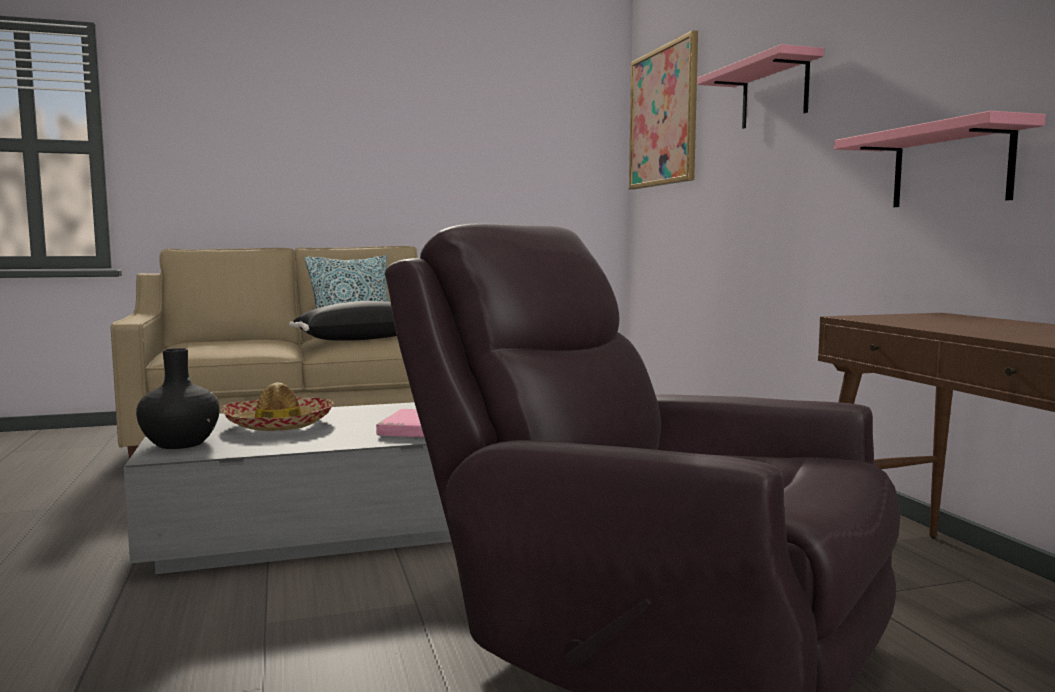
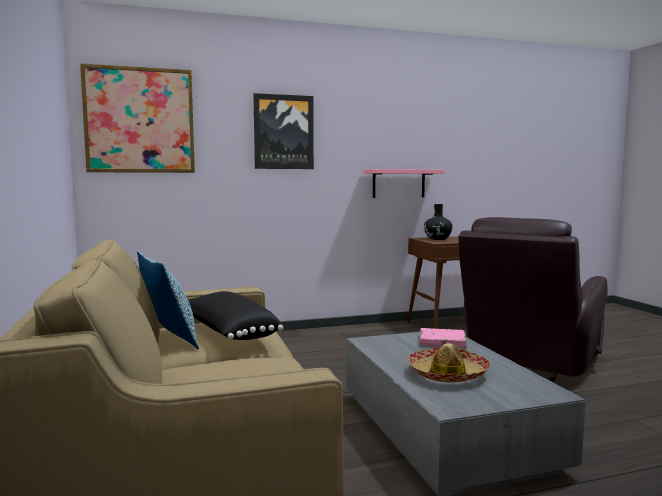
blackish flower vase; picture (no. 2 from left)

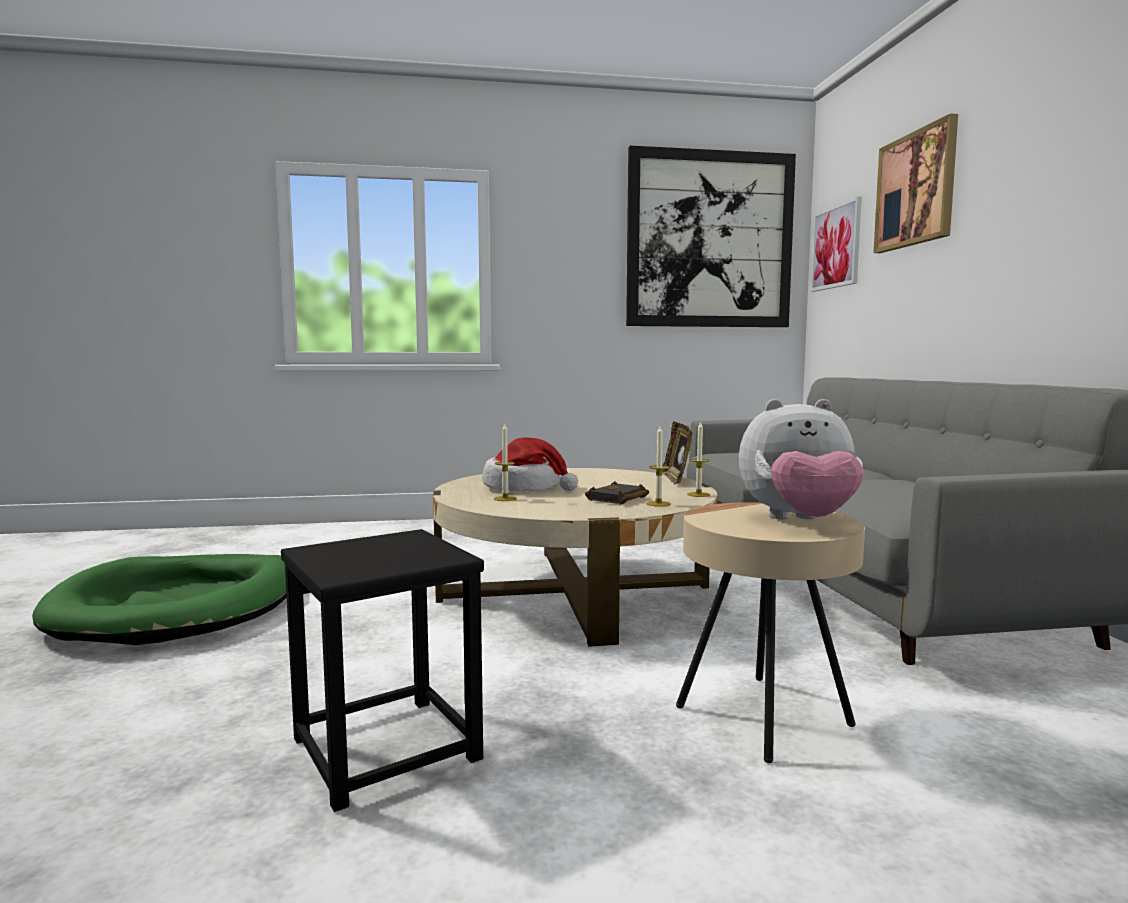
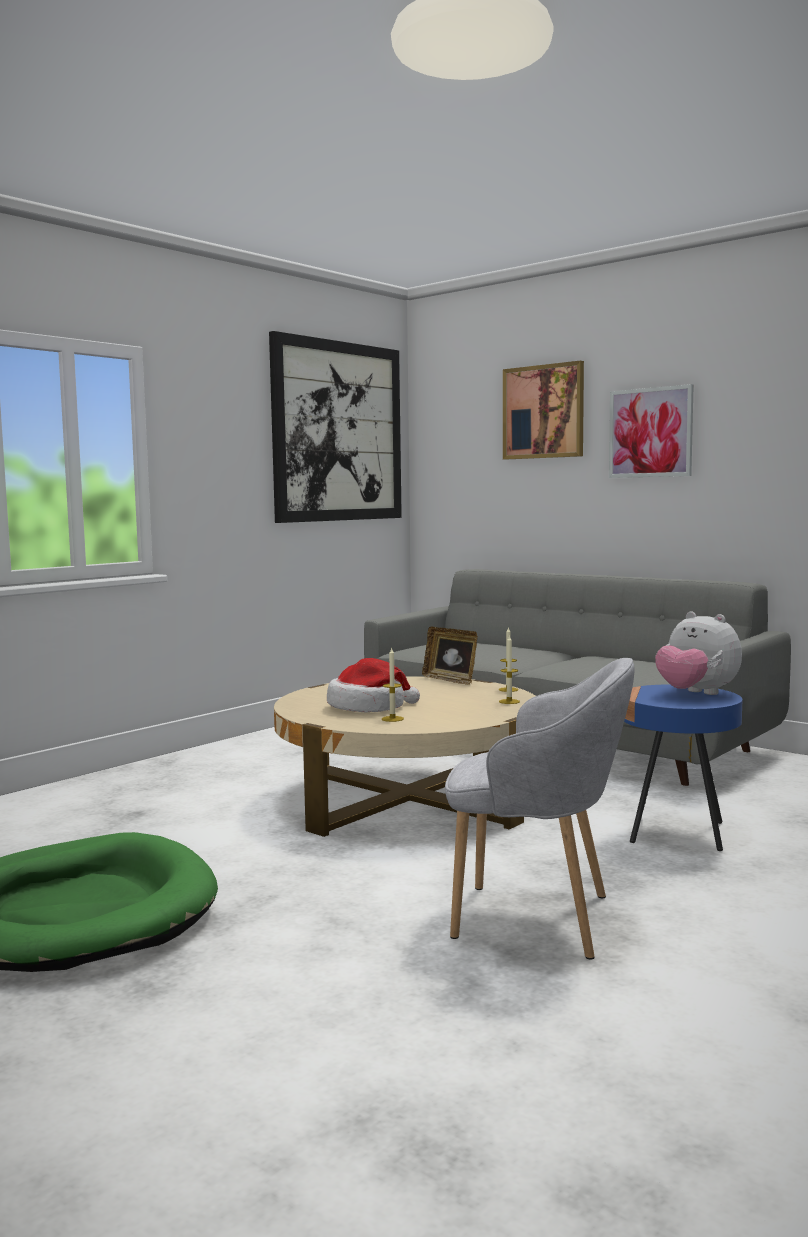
grey easy chair; blackish bound book; bluish accent table; plush toy; picture (no. 3 from left)

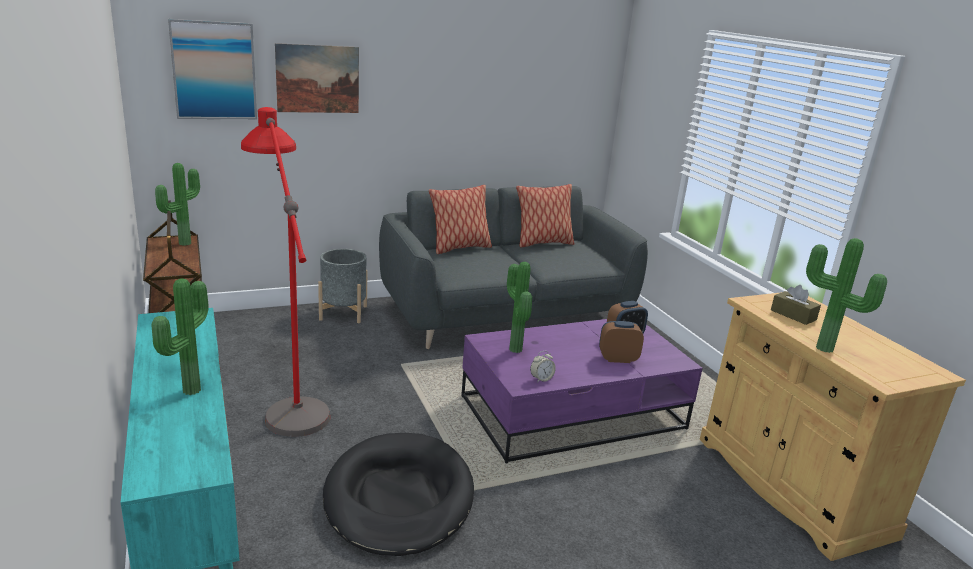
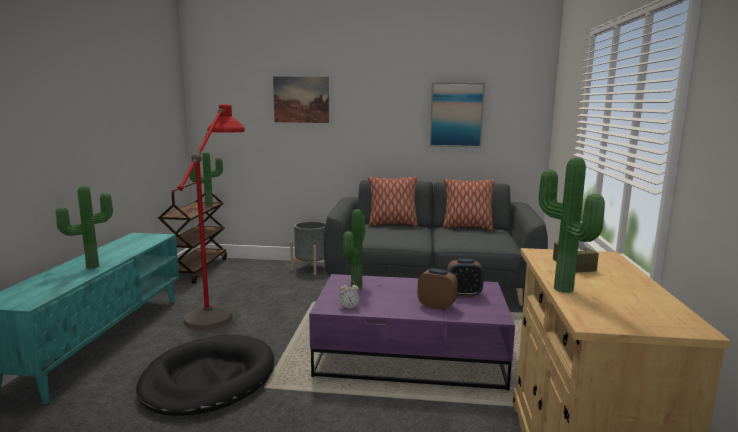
picture (no. 2 from left)

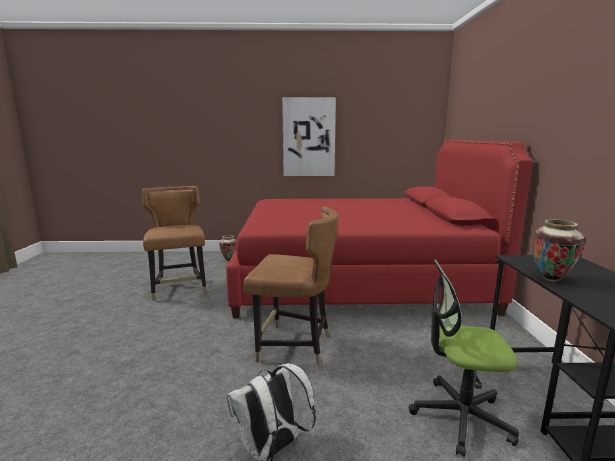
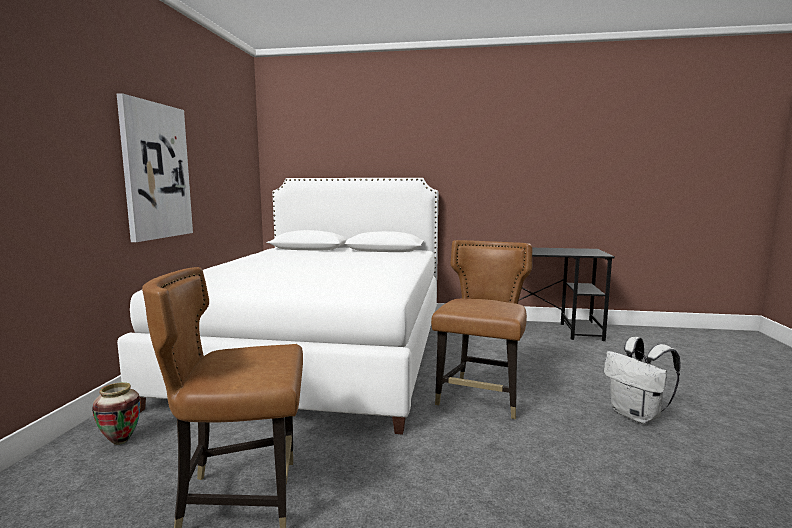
white-coloured sleeping bed; office chair; flower vase (no. 2 from left in the first image)

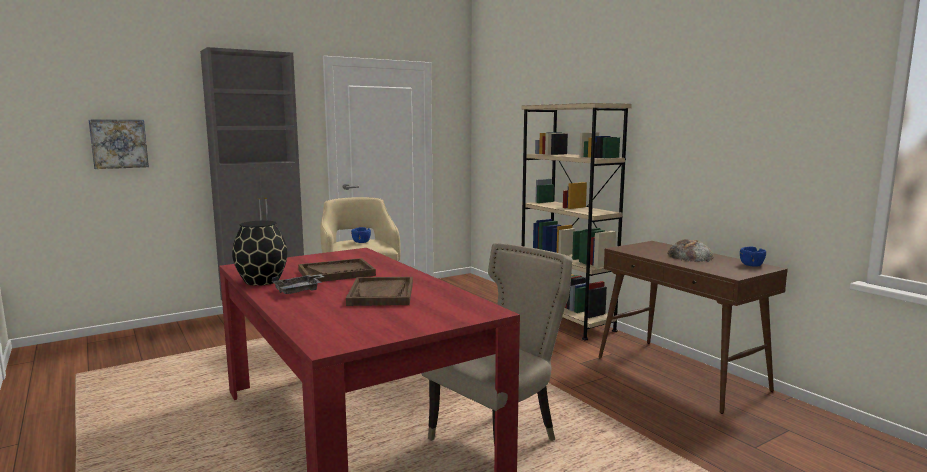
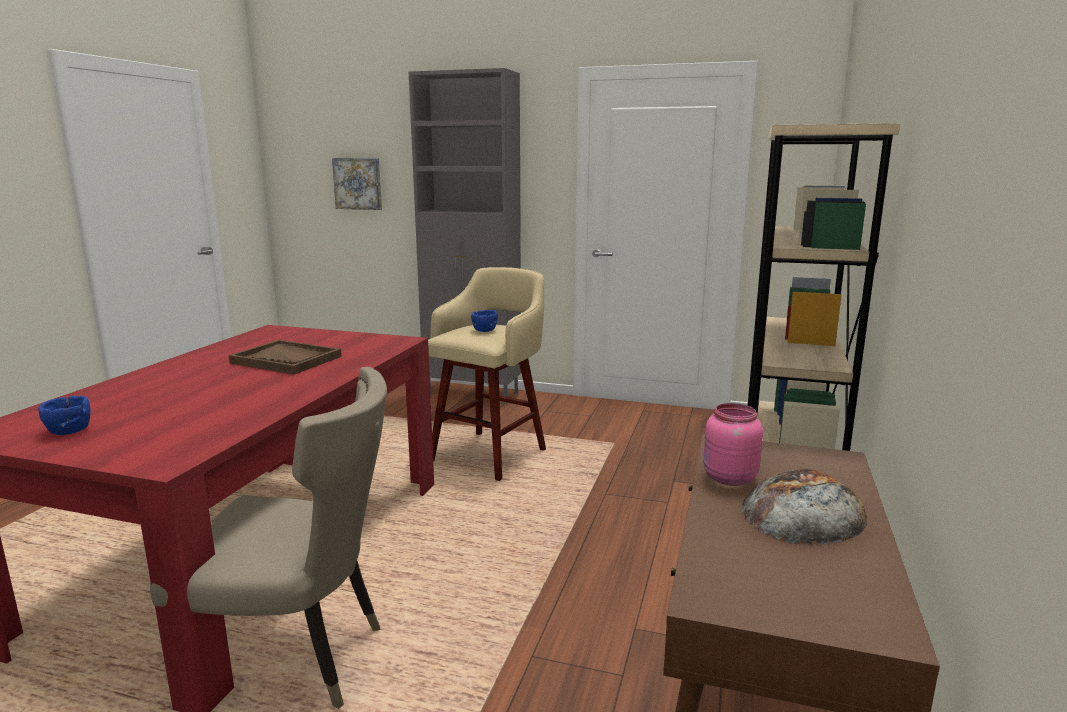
blackish flower vase; grey serving tray; brownish serving tray (no. 2 from left in the first image); bluish bowl (no. 1 from left); pink storage jar

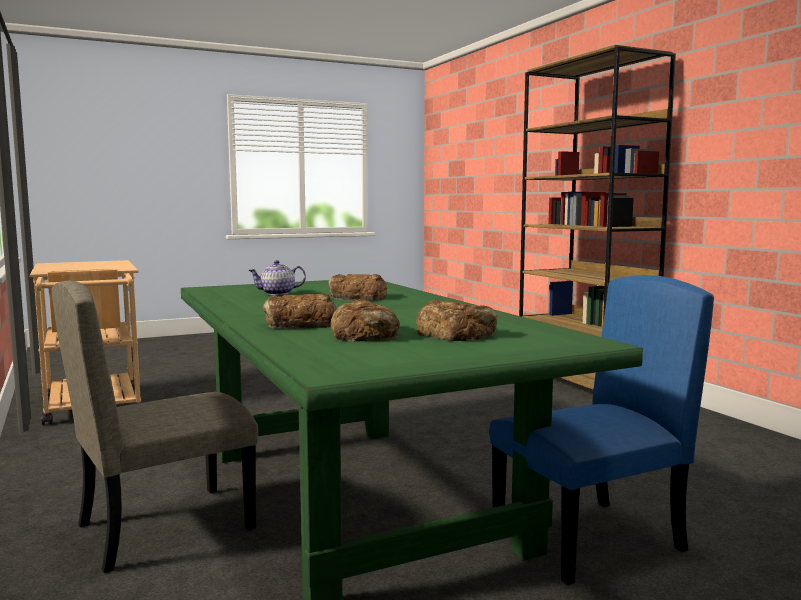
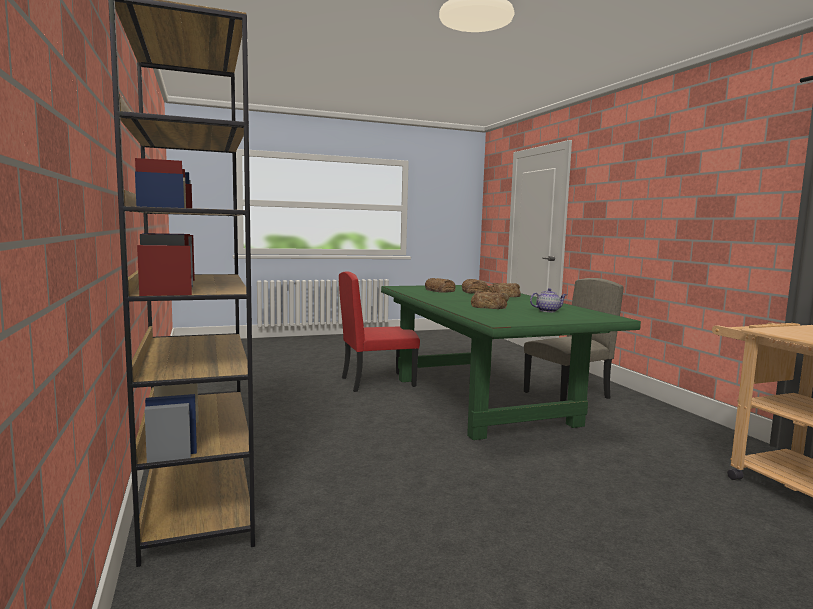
red upright chair

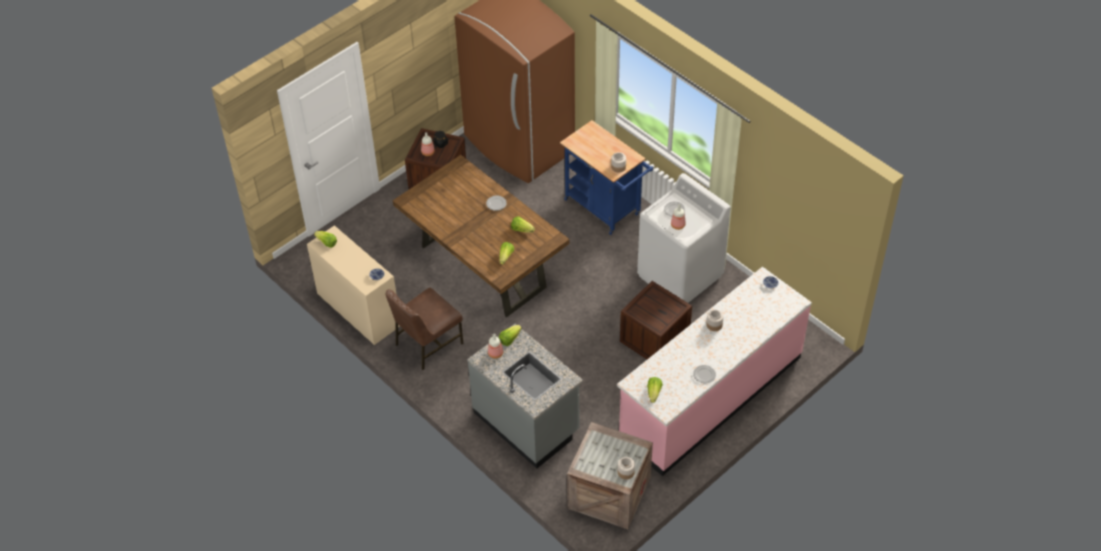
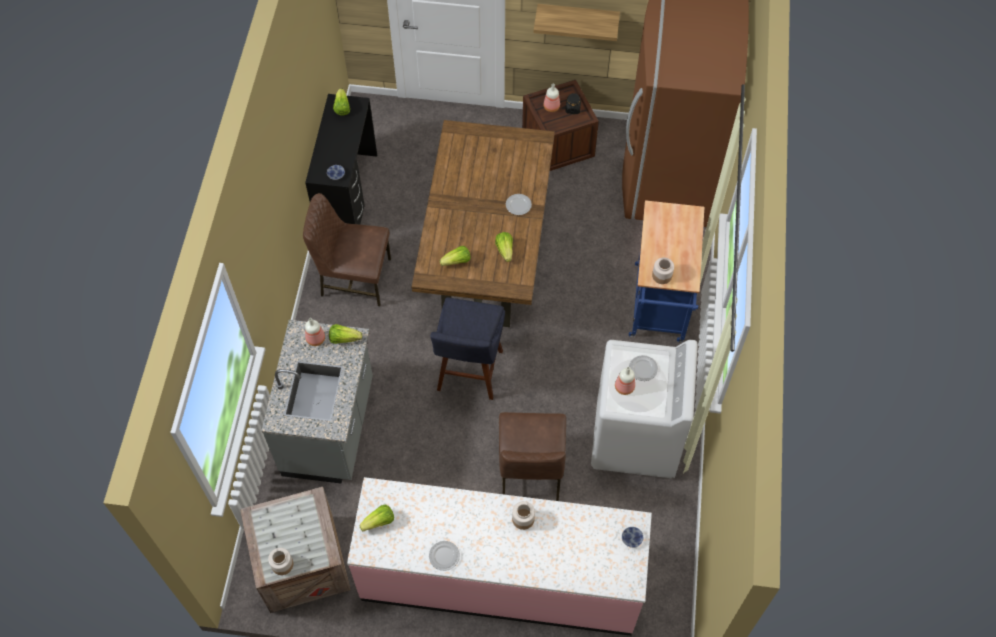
blackish desk; brownish upright chair (no. 2 from left); bluish stool seat; bracket shelf

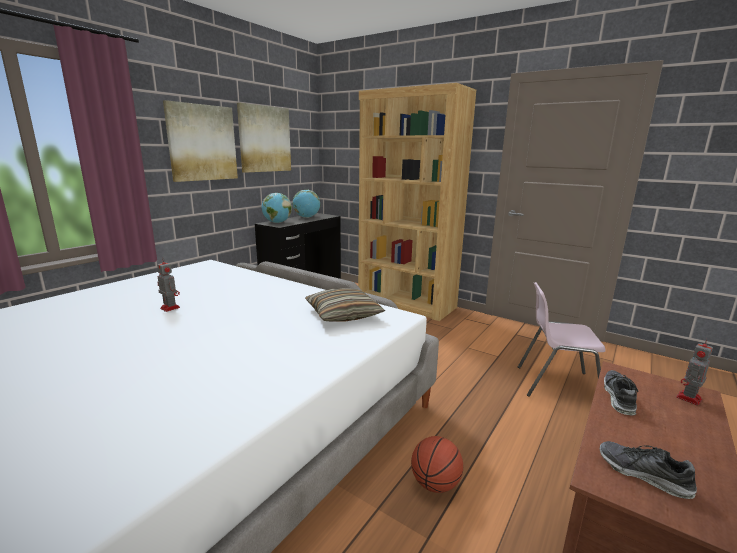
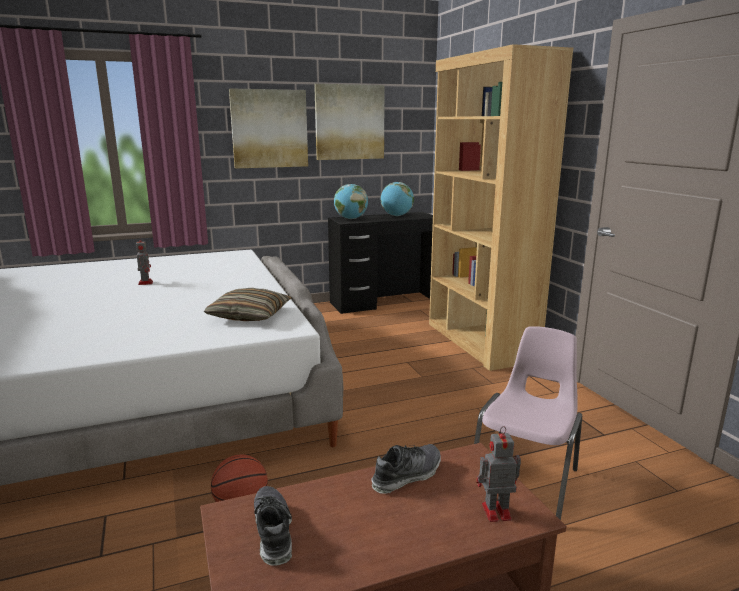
pink upright chair

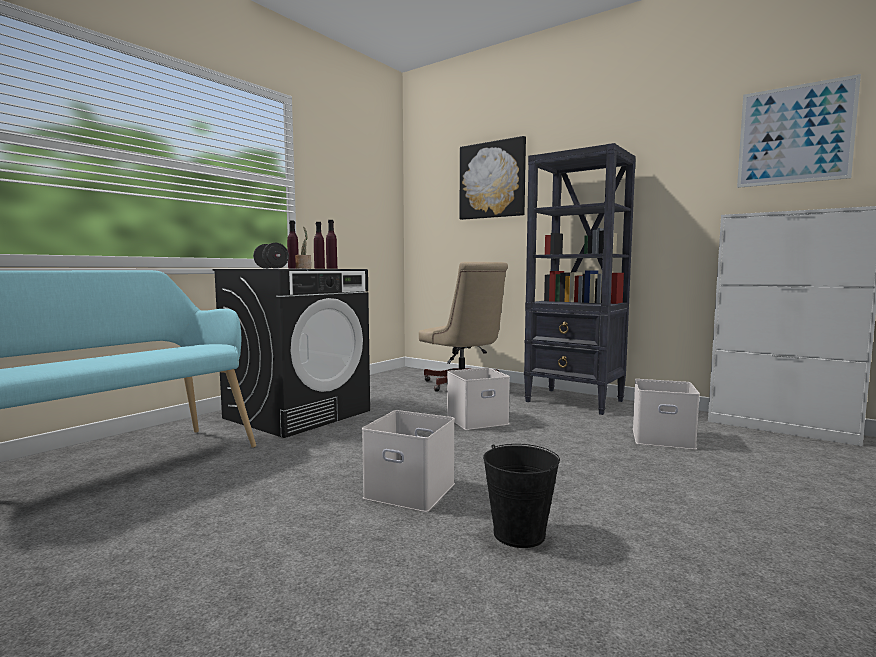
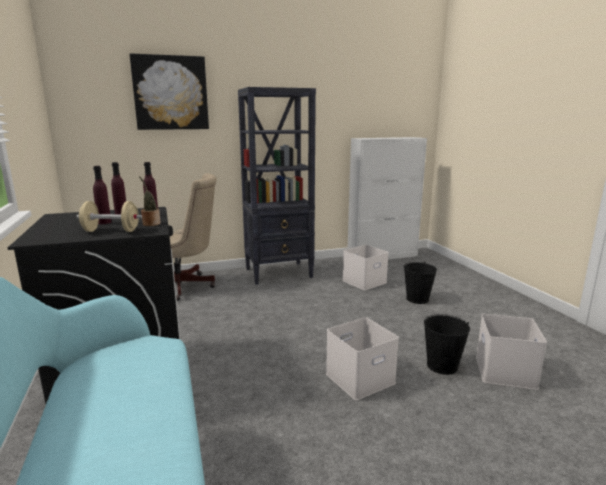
beige-coloured dumbbell; white-coloured storage bin (no. 3 from left); picture (no. 2 from left in the first image); blackish pail (no. 1 from left)

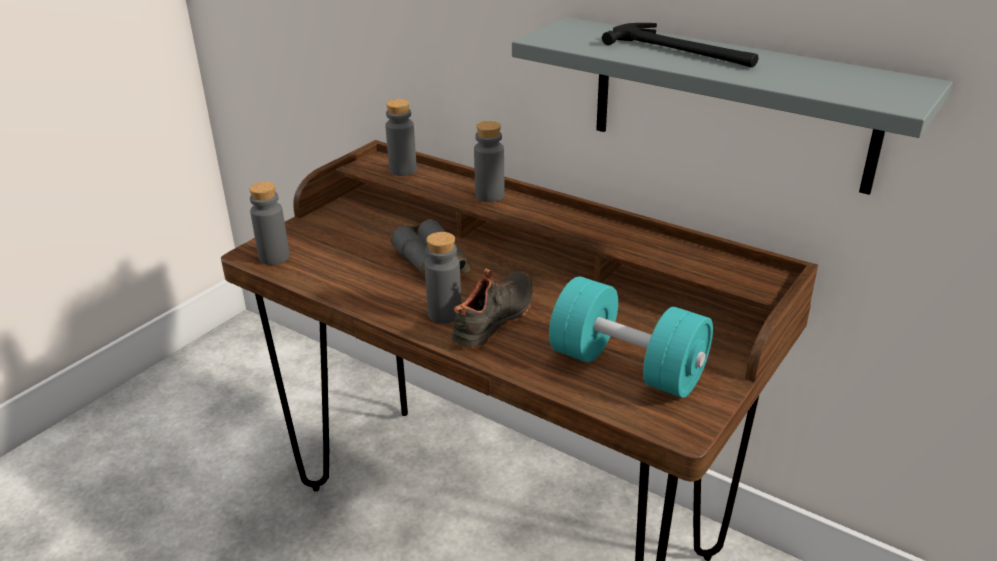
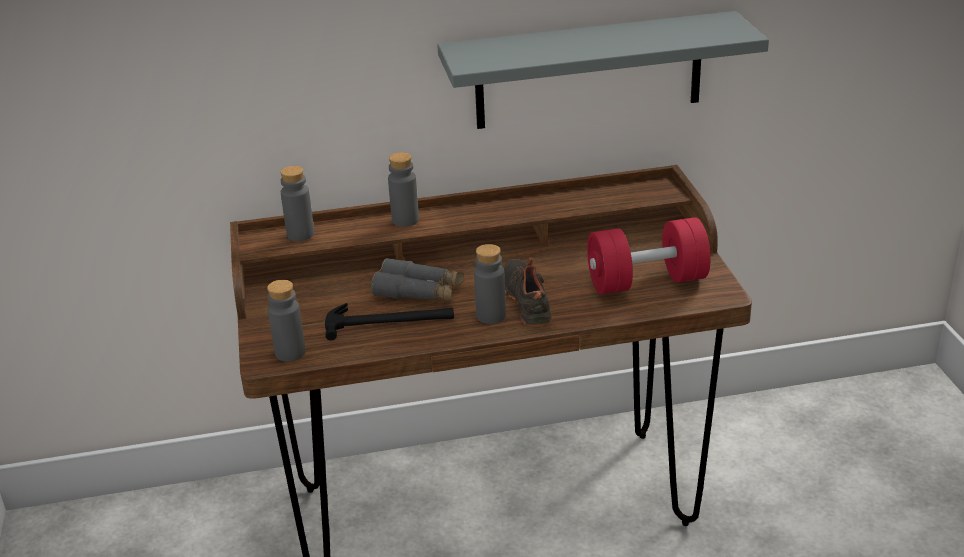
red dumbbell; tool hammer

